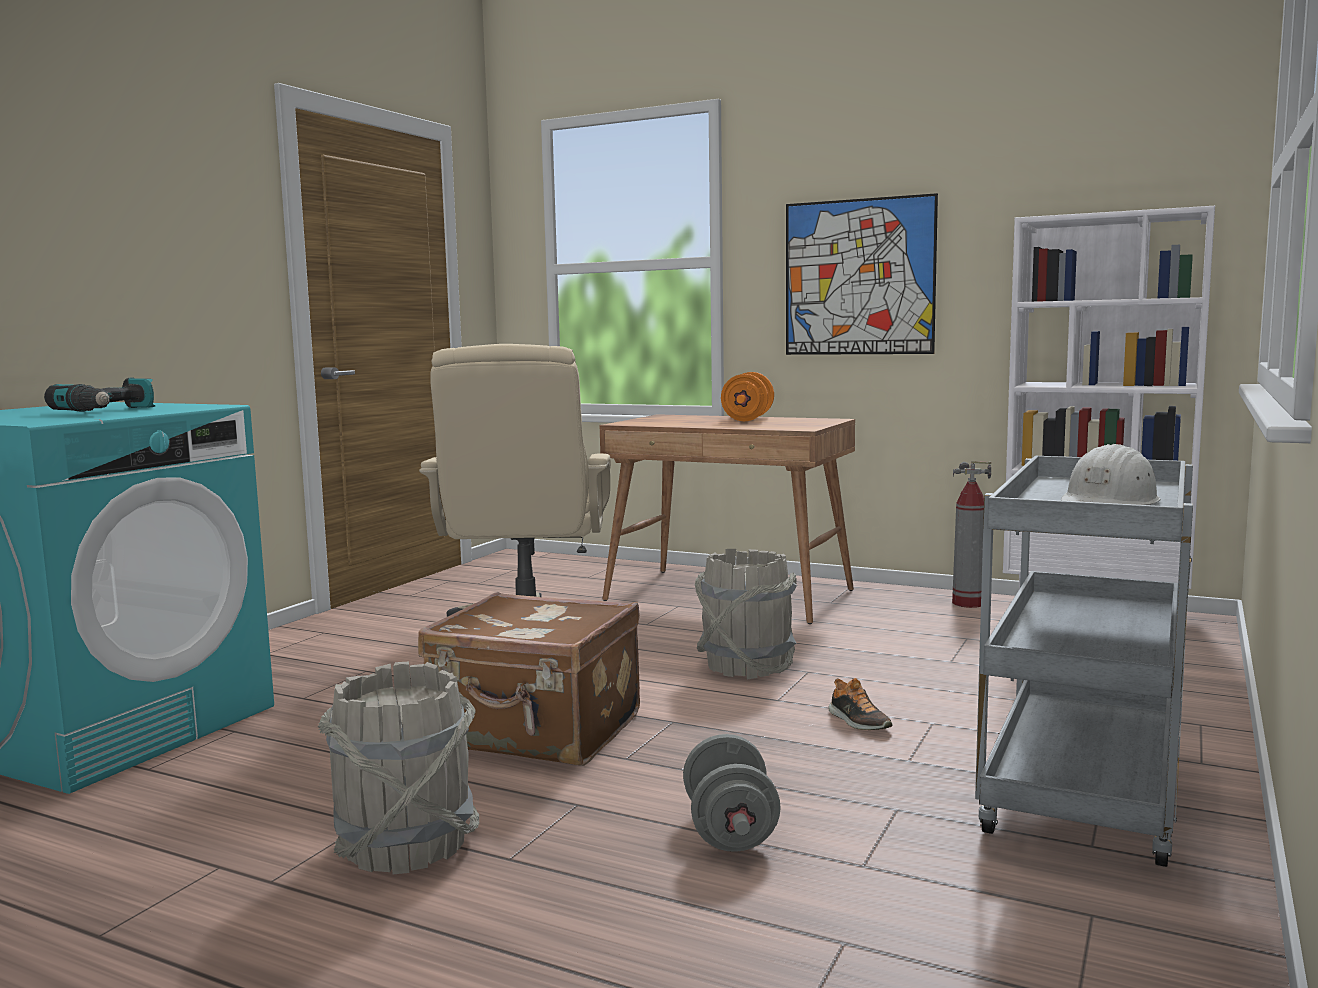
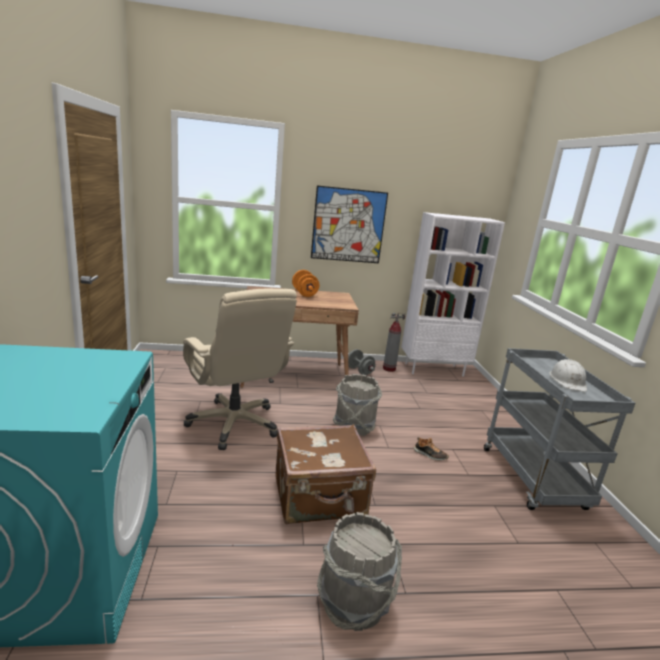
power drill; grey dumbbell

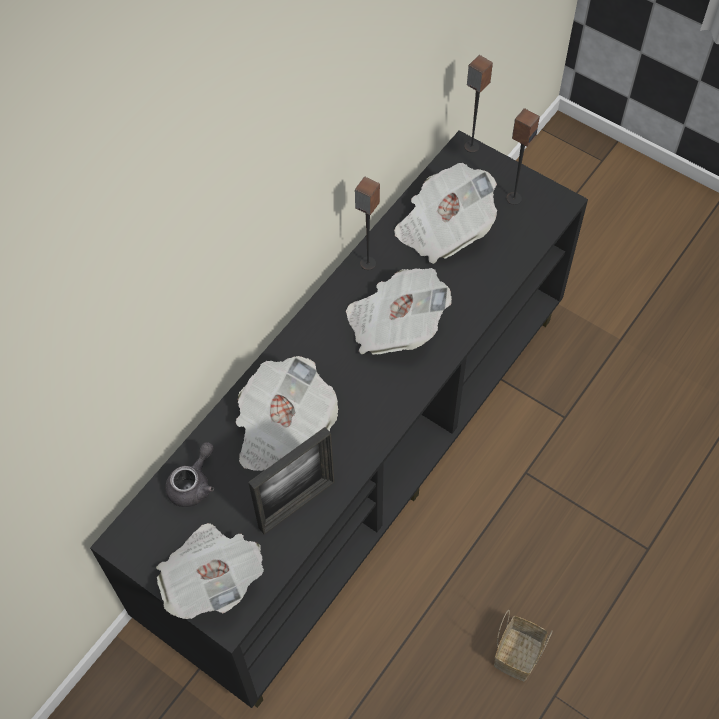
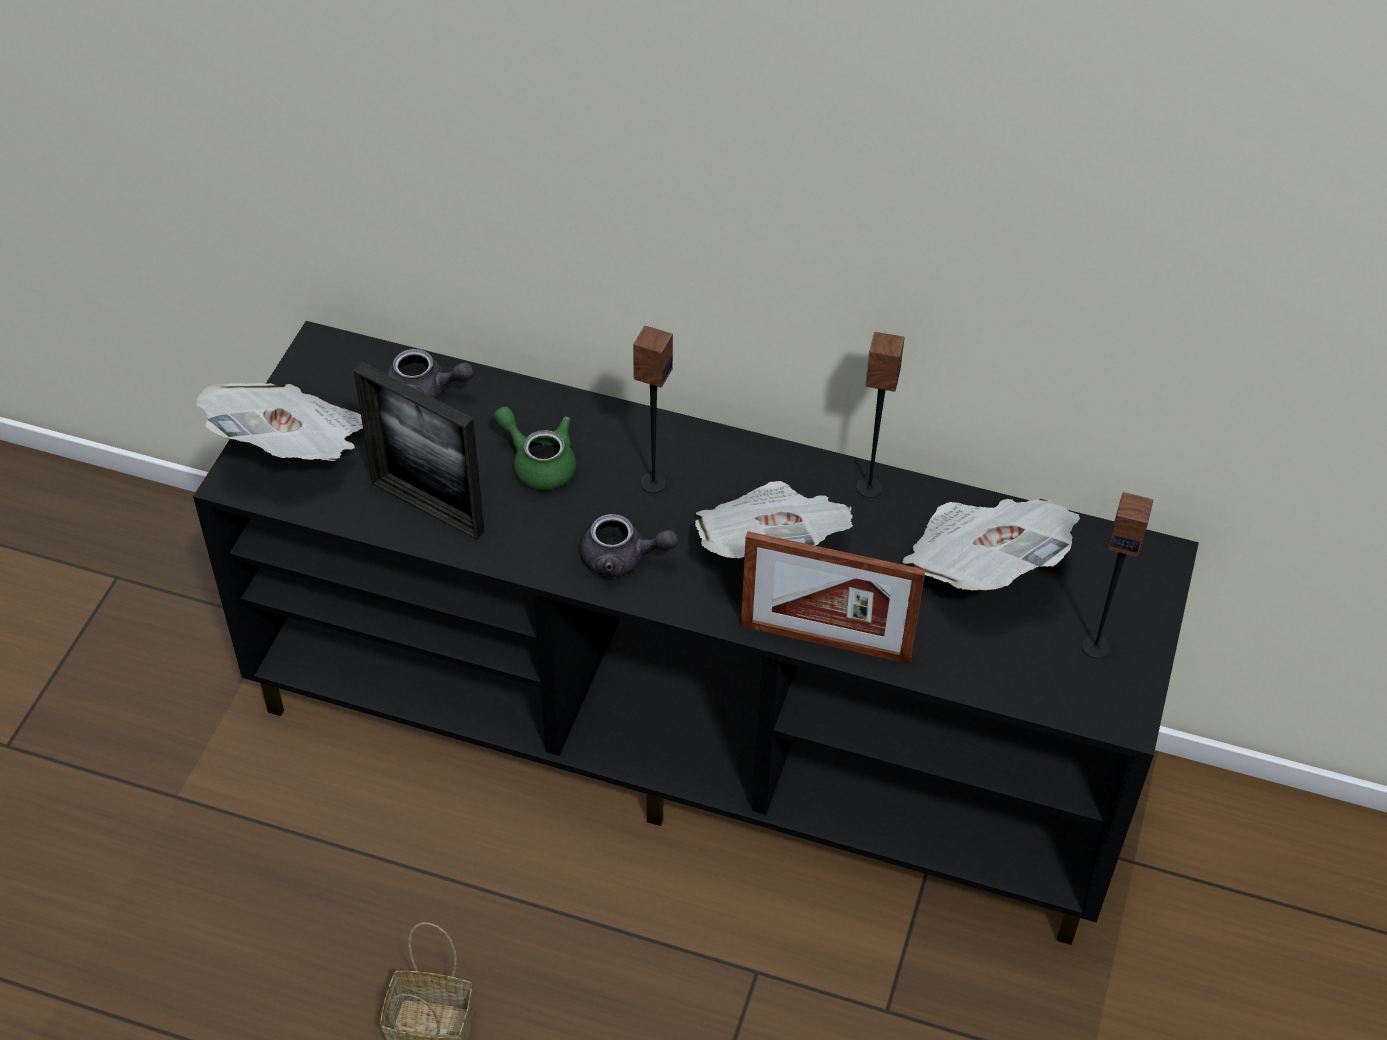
green tea pot; audio speaker (no. 1 from left); grey tea pot (no. 2 from left); picture frame (no. 2 from left)

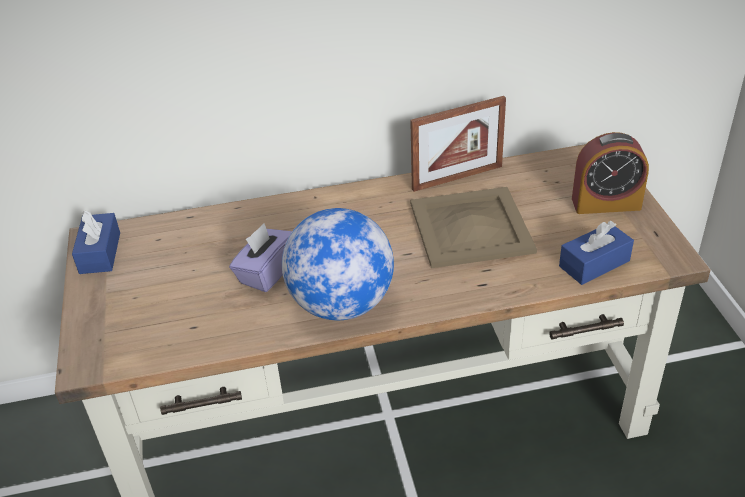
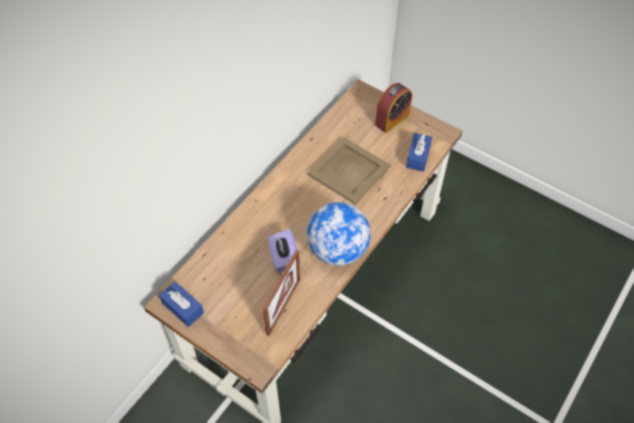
picture frame

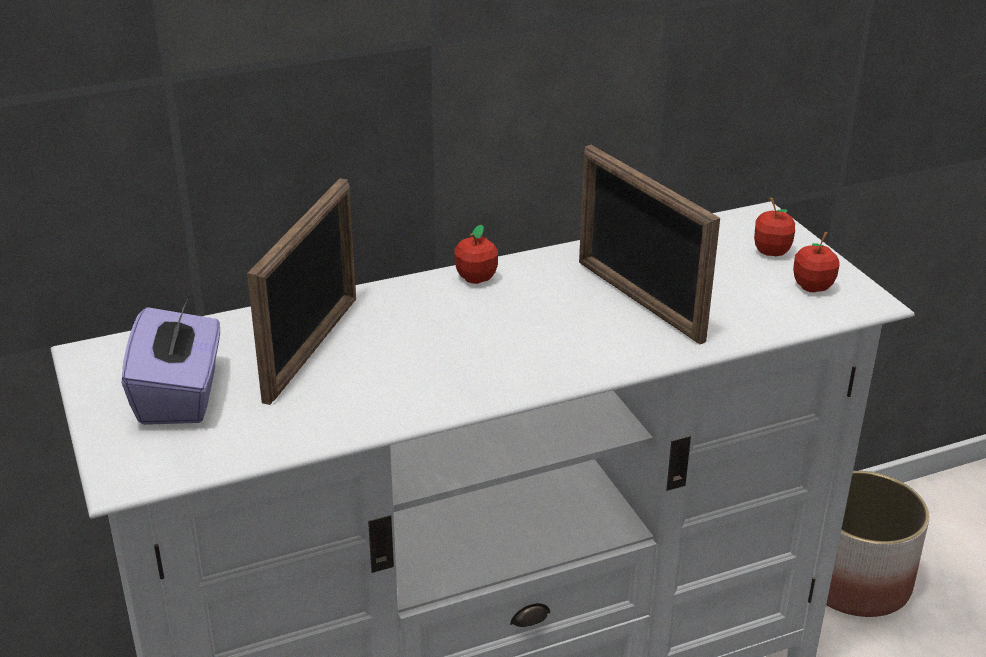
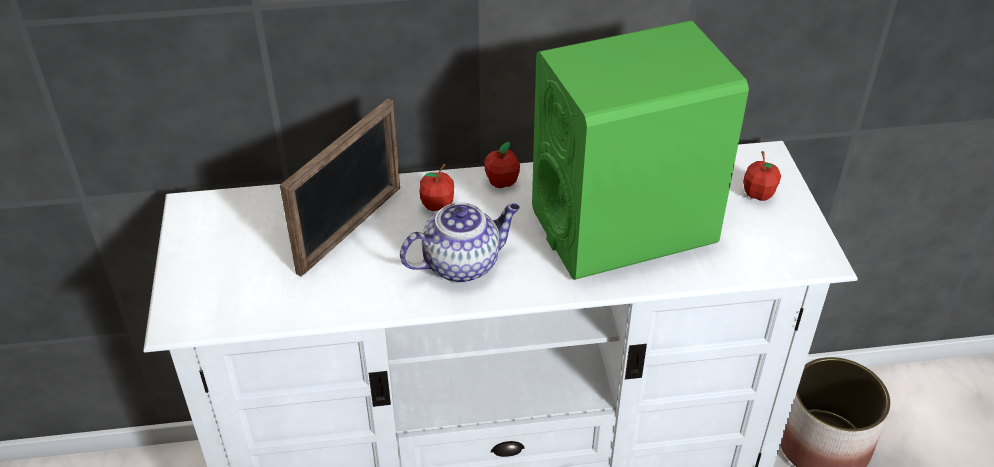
purplish box of tissues; green audio speaker; apple fruit (no. 1 from left); tea pot

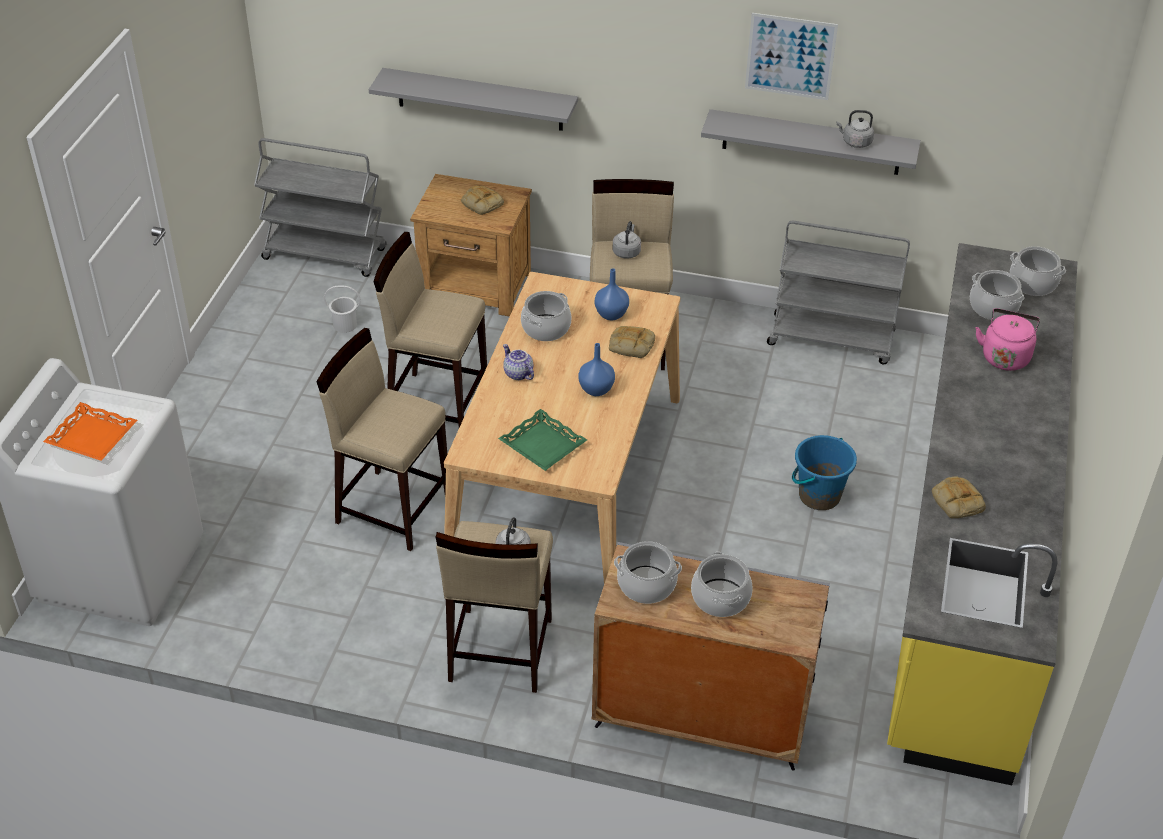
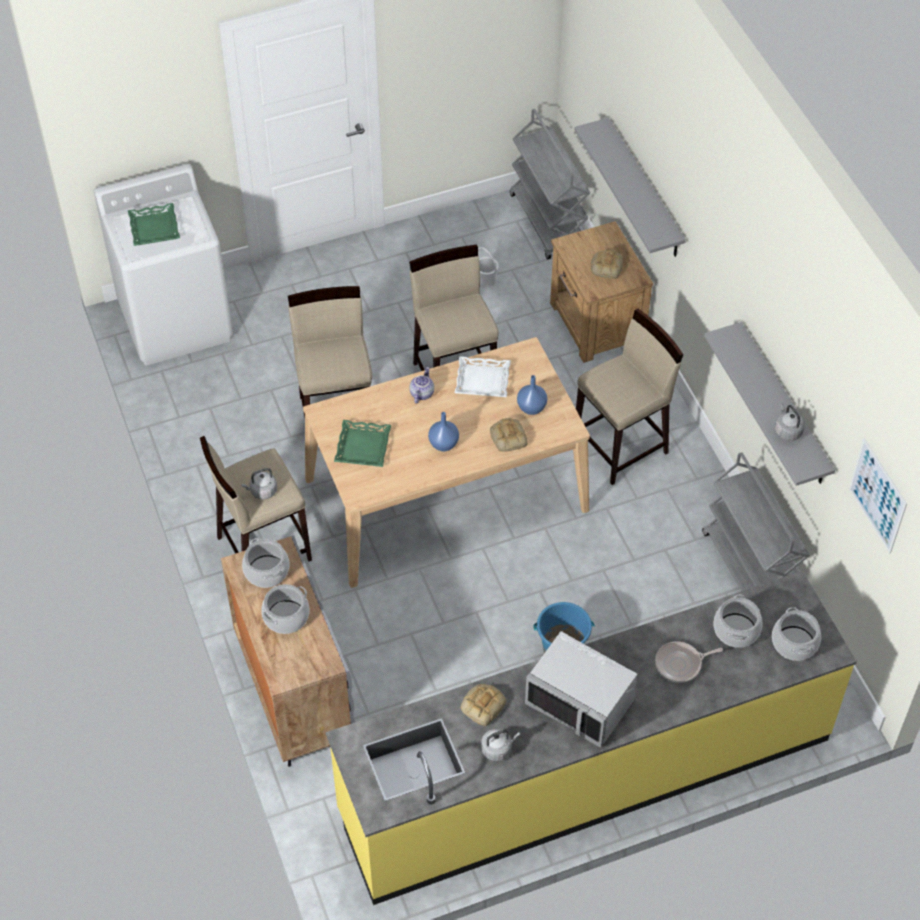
green serving tray (no. 1 from left); white-coloured serving tray; grey kettle (no. 2 from left); picture; skillet; grey microwave oven

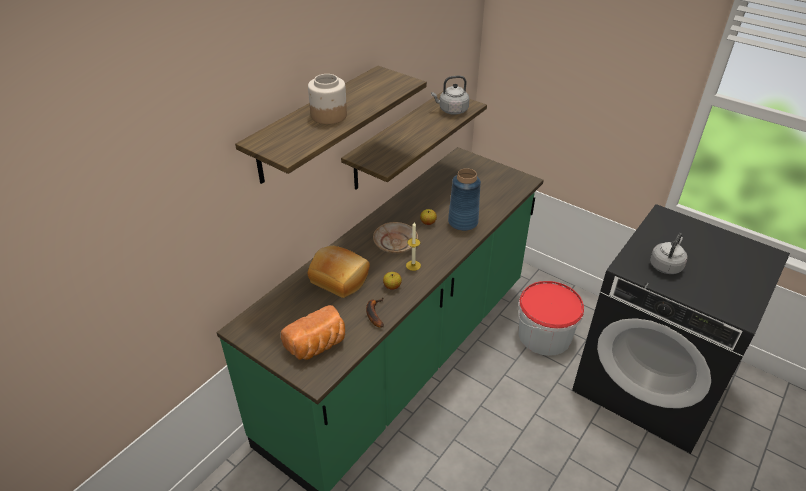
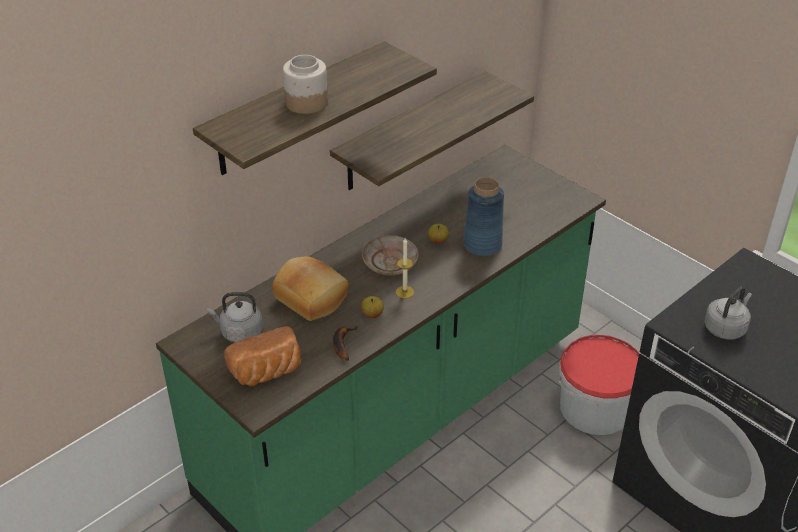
grey kettle (no. 1 from left)

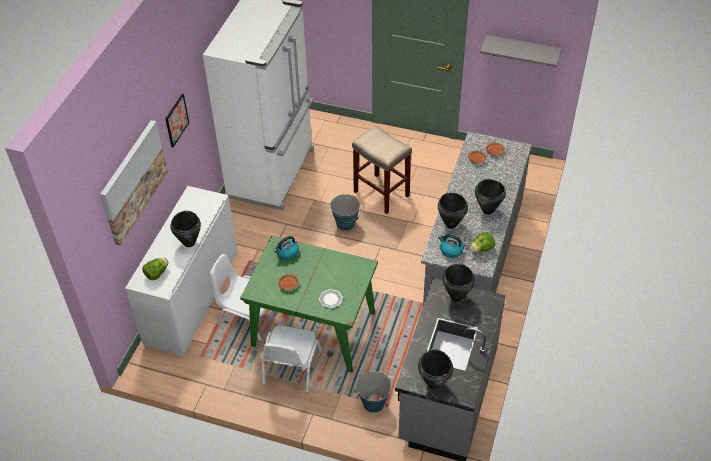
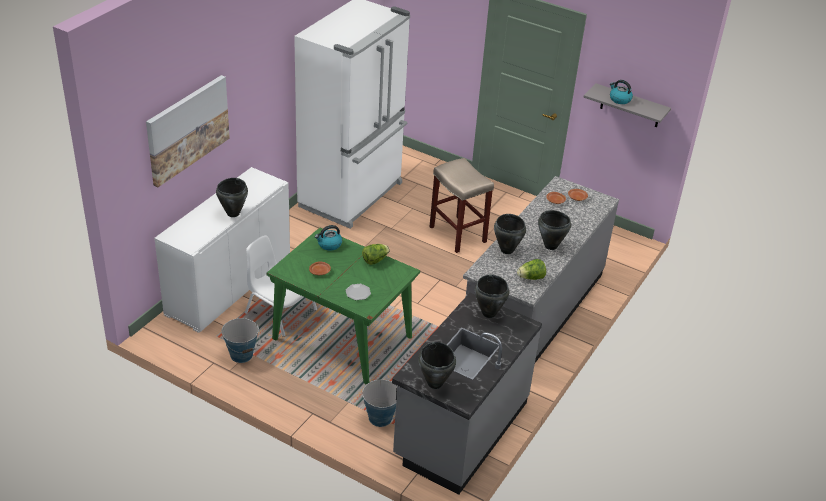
head of lettuce (no. 1 from left); picture (no. 2 from left in the first image); white-coloured upright chair (no. 2 from left in the first image); pail (no. 1 from left); kettle (no. 2 from left)

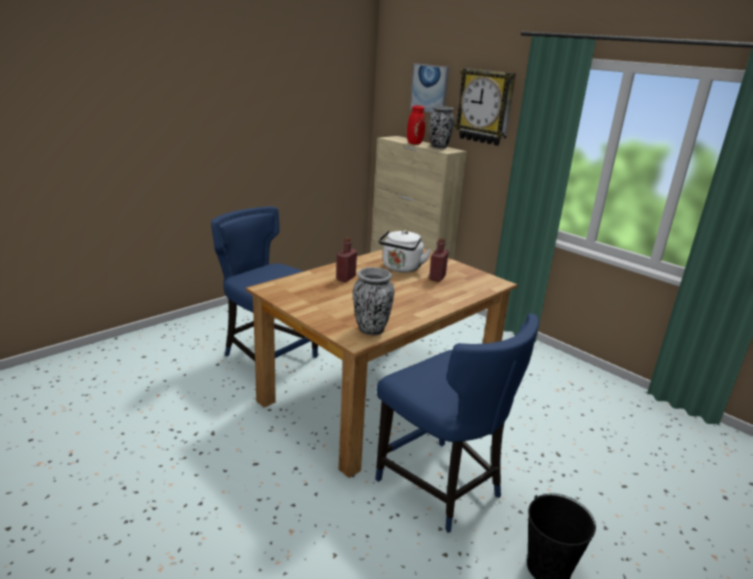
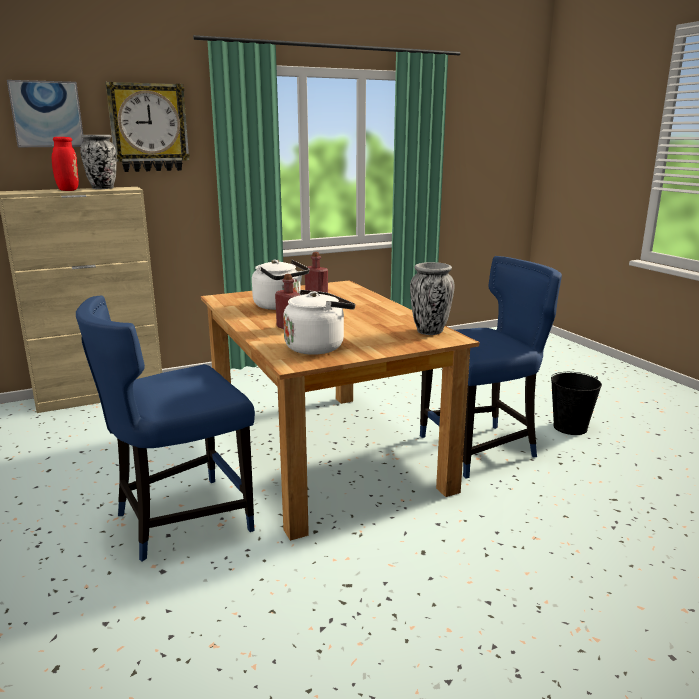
white-coloured kettle (no. 2 from left)

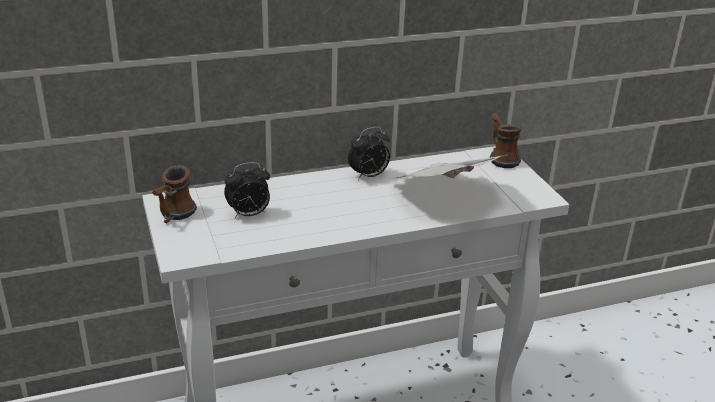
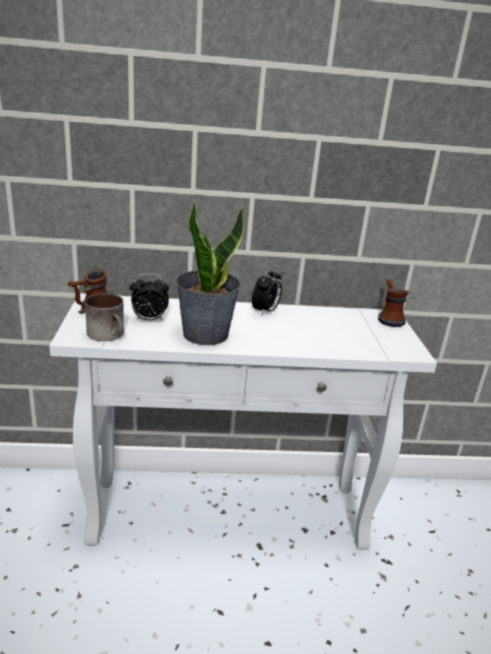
table clock (no. 2 from left); printed paper; tea mug (no. 2 from left); houseplant

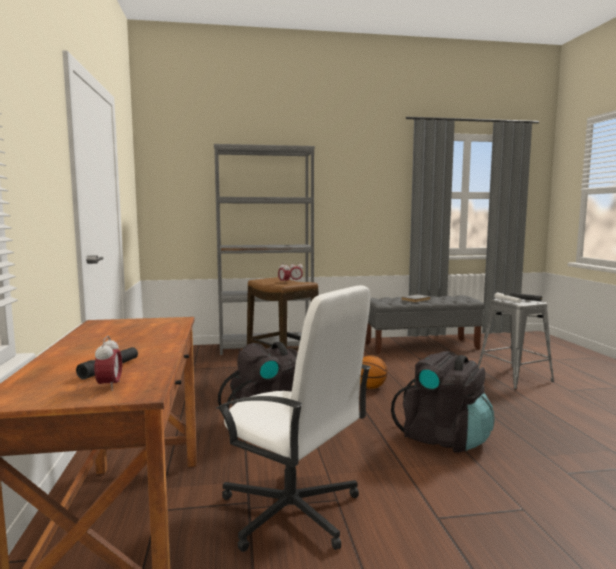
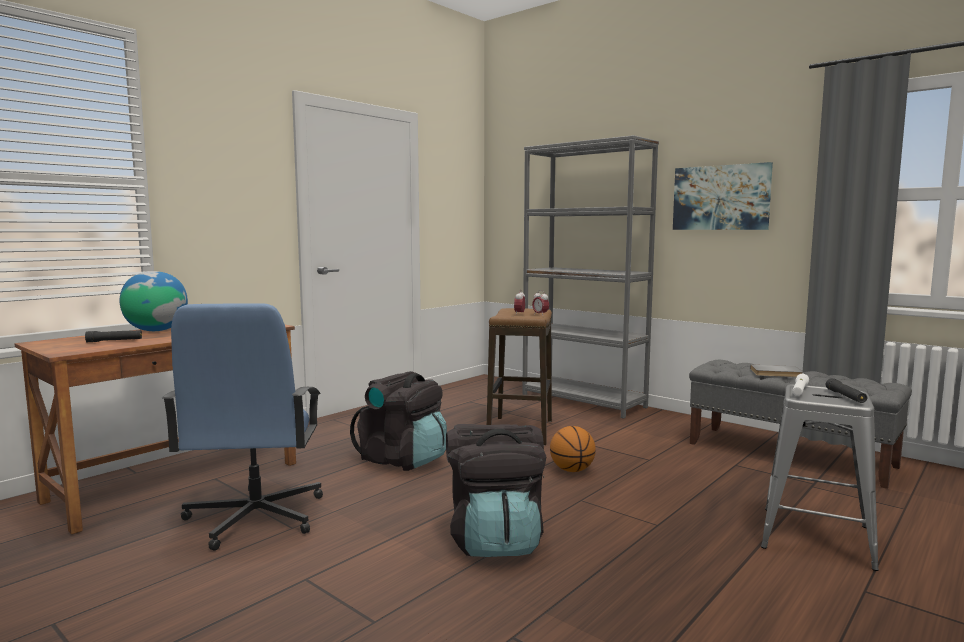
table clock (no. 1 from left in the first image); bluish office chair; world globe; picture

